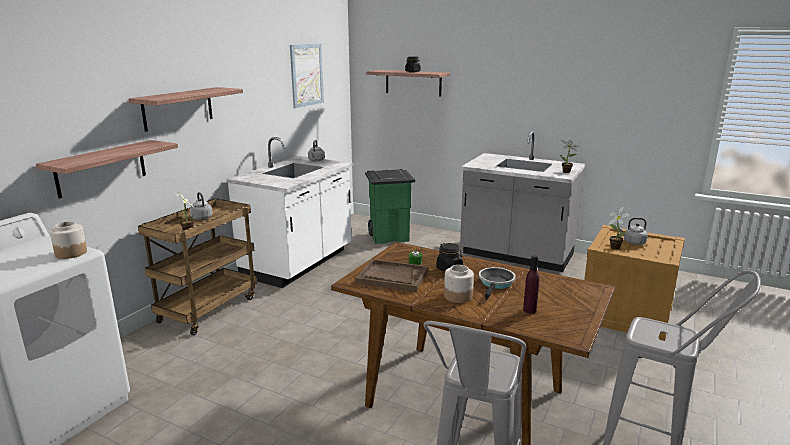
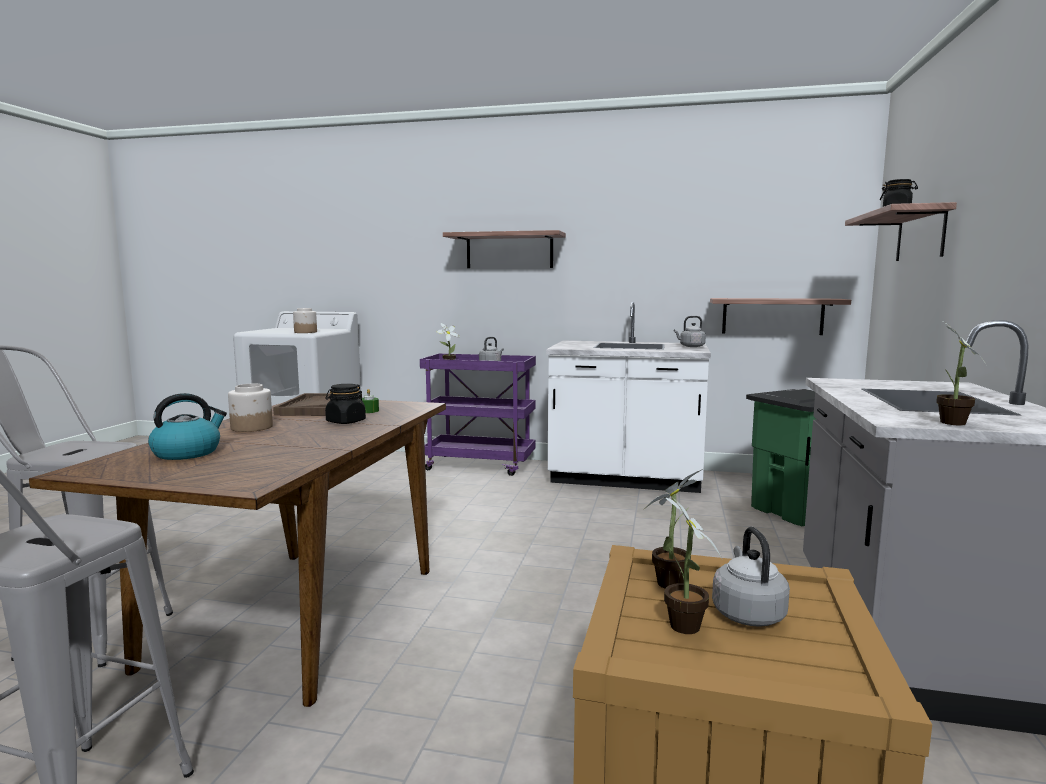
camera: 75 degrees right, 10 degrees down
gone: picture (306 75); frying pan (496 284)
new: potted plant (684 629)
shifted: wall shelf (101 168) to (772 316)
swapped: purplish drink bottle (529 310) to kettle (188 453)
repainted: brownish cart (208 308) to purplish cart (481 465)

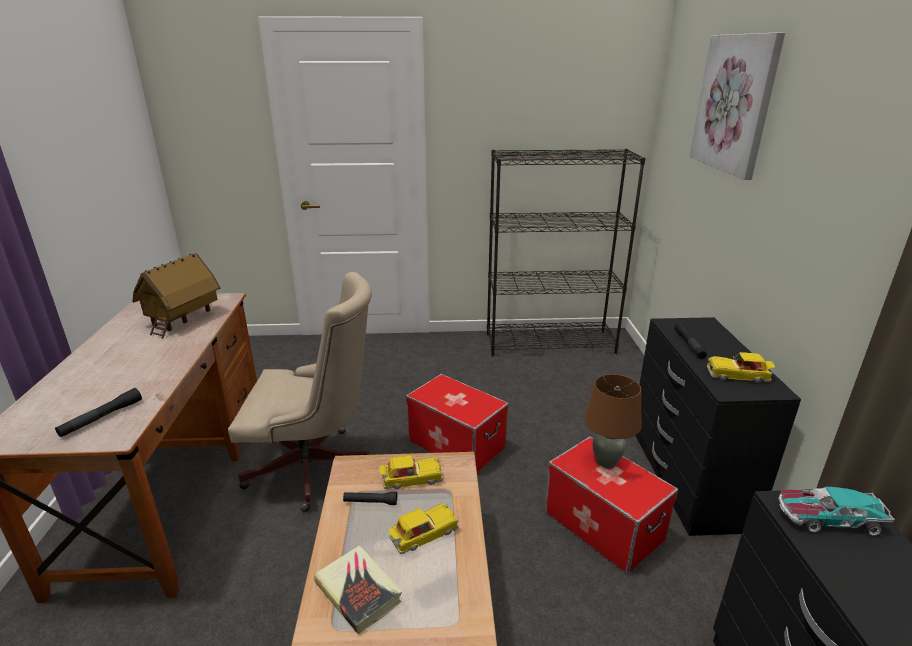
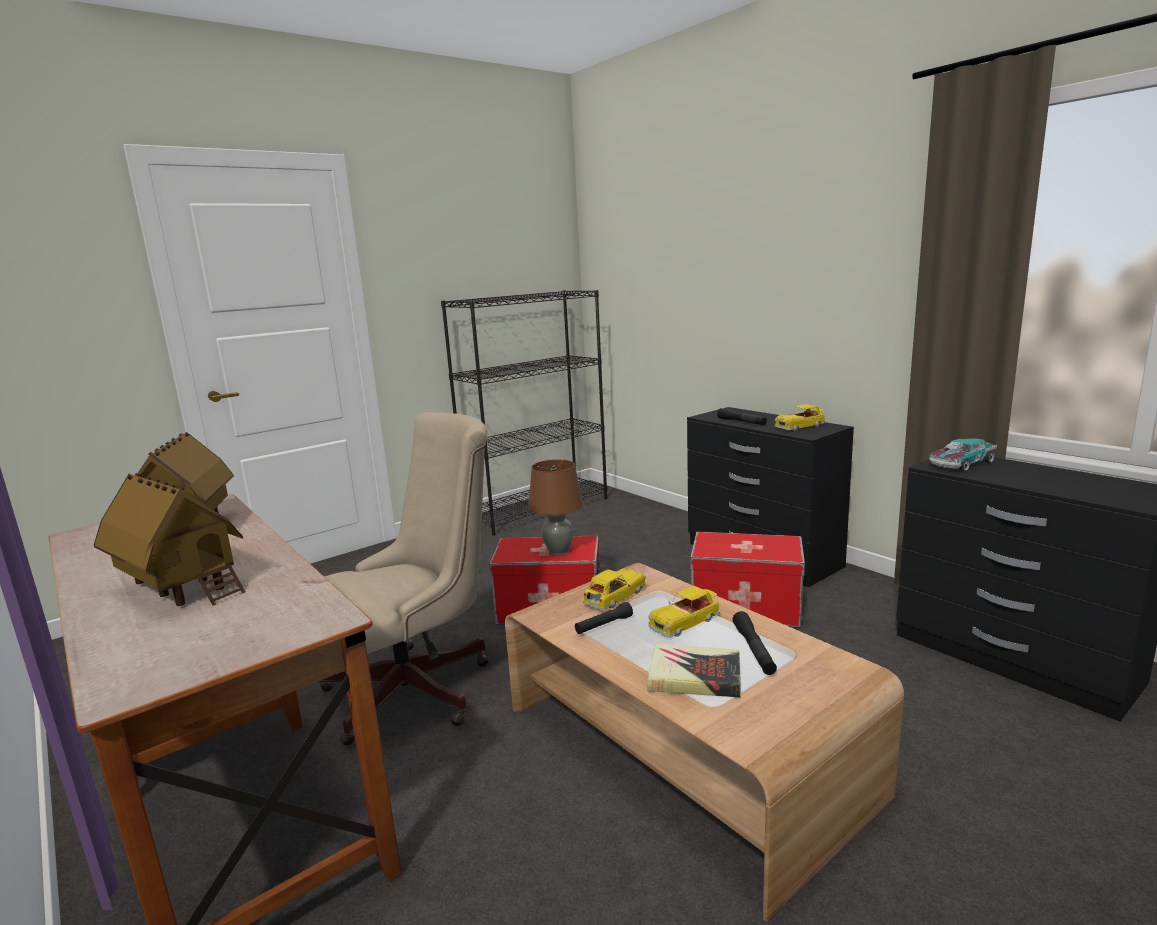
camera: 35 degrees left, 10 degrees down
gone: picture (735 103)
new: model house (181 587)
shifted: brownish lamp for a table (606 461) to (558 551); black hand torch (102 418) to (754 650)
rotated: toy car (423 535) = (685 622) 150 degrees counterclockwise

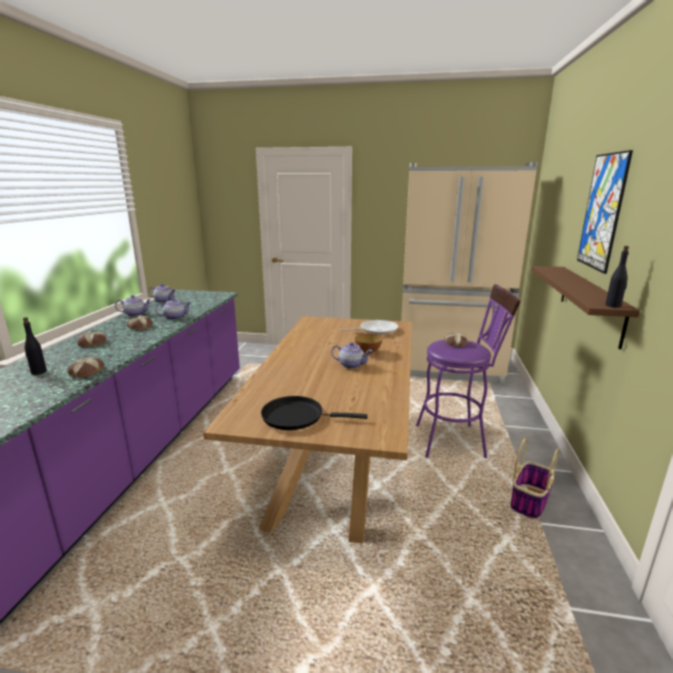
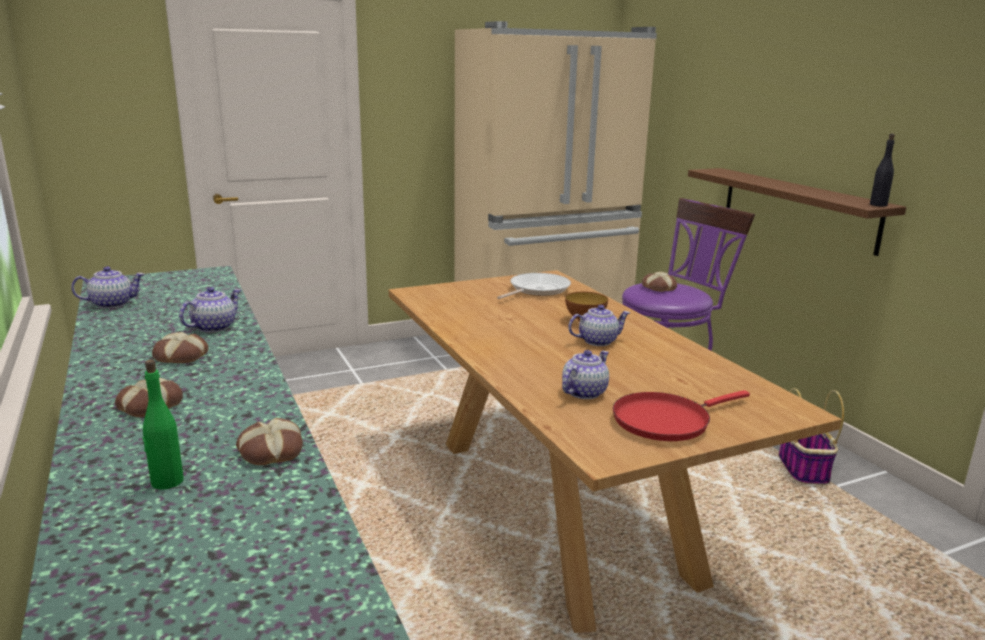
camera: 35 degrees left, 0 degrees up
gone: picture (602 212)
shifted: tea pot (135 314) to (584 392)
repainted: black drink bottle (38 372) to greenish drink bottle (167 482); black frying pan (297 416) to red frying pan (665 420)

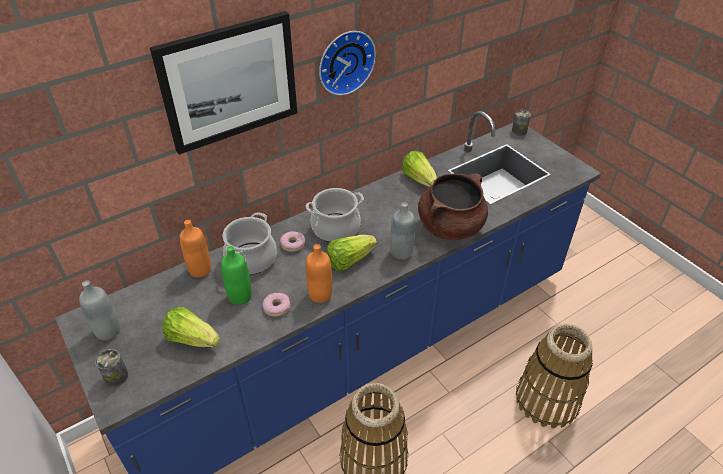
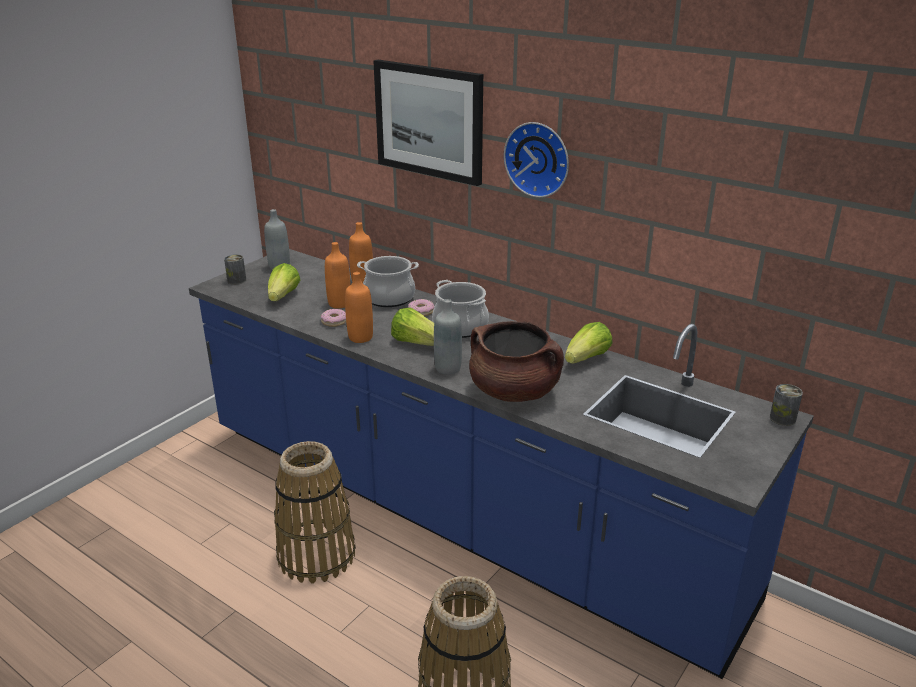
camera: 70 degrees right, 15 degrees down
repainted: greenish drink bottle (240 296) to orange-coloured drink bottle (339 304)

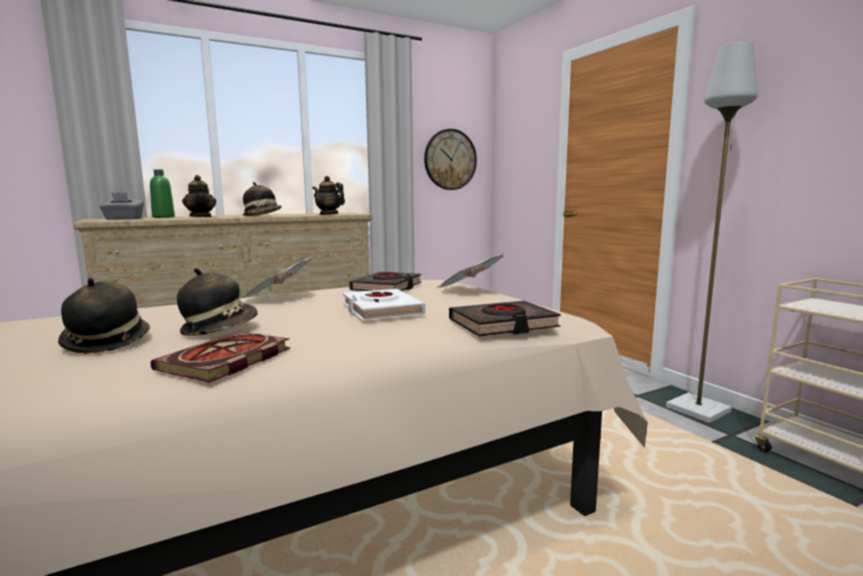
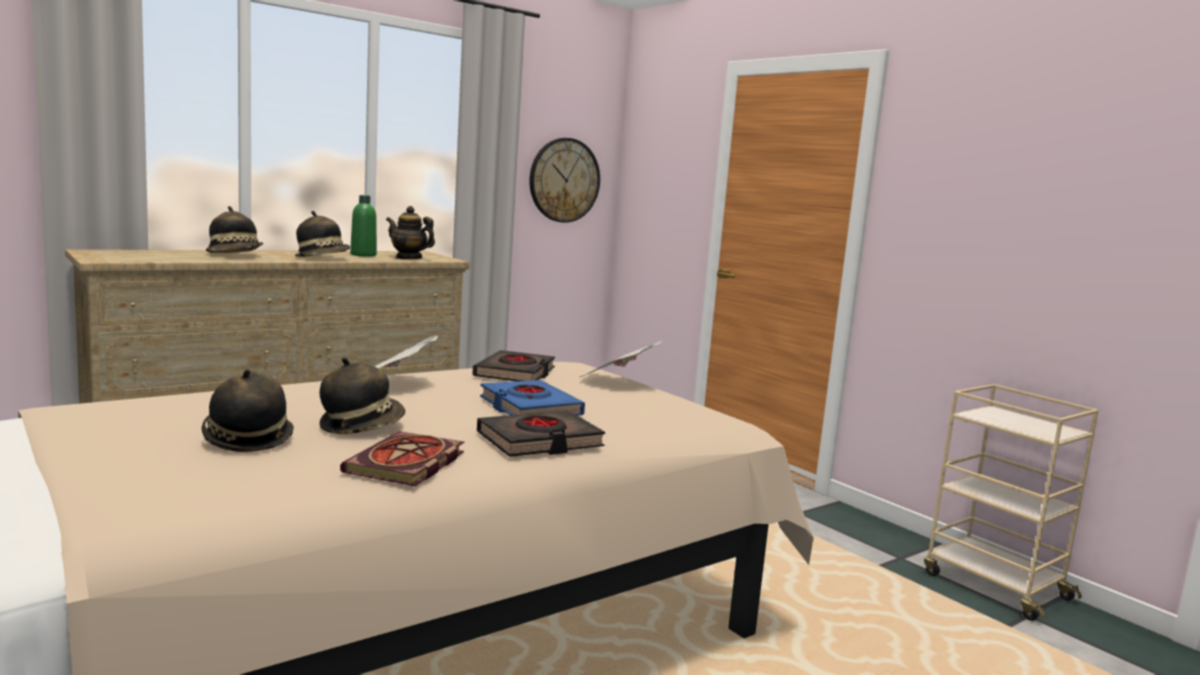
camera: 10 degrees left, 0 degrees up
gone: grey floor lamp (699 409); grey box of tissues (123 219)
shifted: greenish drink bottle (163 217) to (363 255); black volume (503 325) to (540 441)
swapped: tea pot (201 217) to hat (236 255)
repainted: white volume (381 310) to blue volume (530 407)

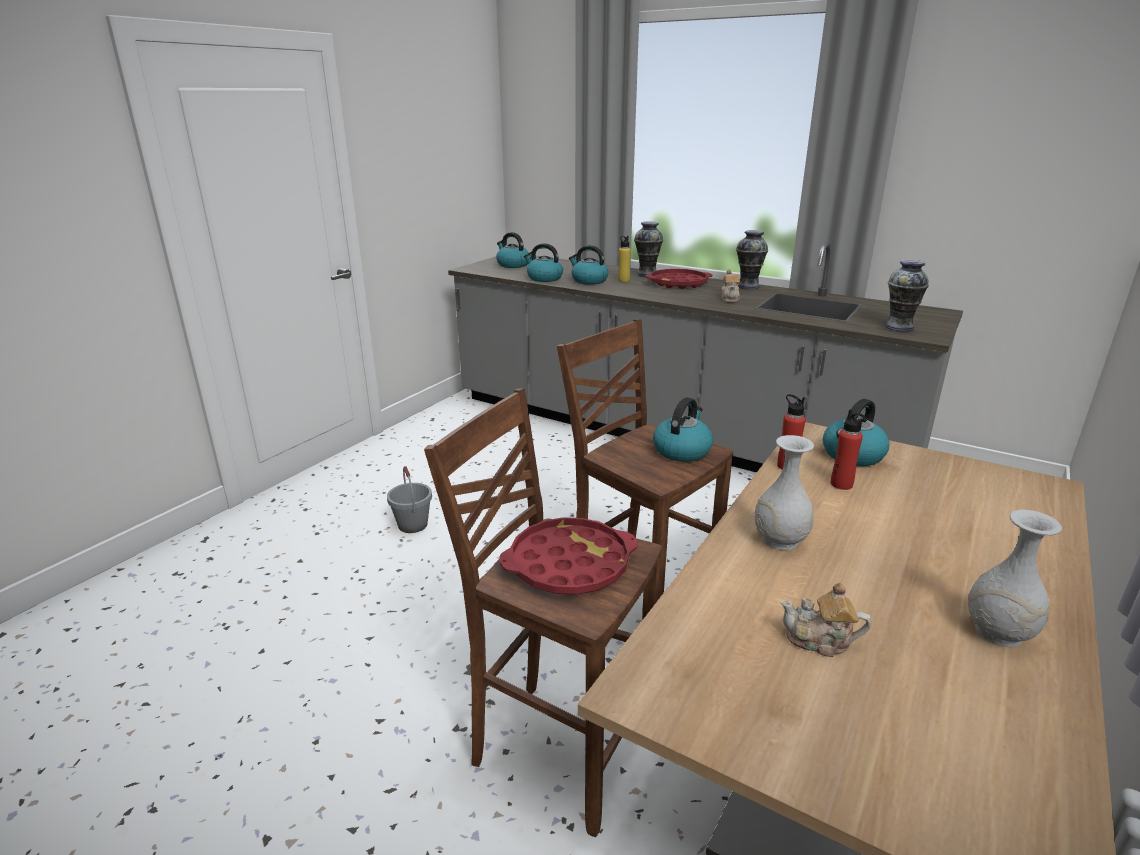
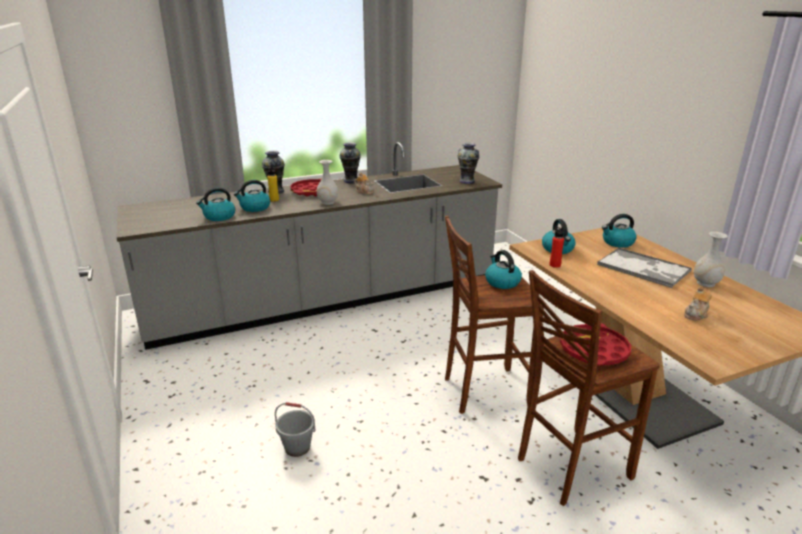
camera: 55 degrees left, 0 degrees up
gone: red drink bottle (841 484)
new: serving tray (644 268)
shifted: kettle (512 265) to (617 243); white decorative vase (780 540) to (327 202)

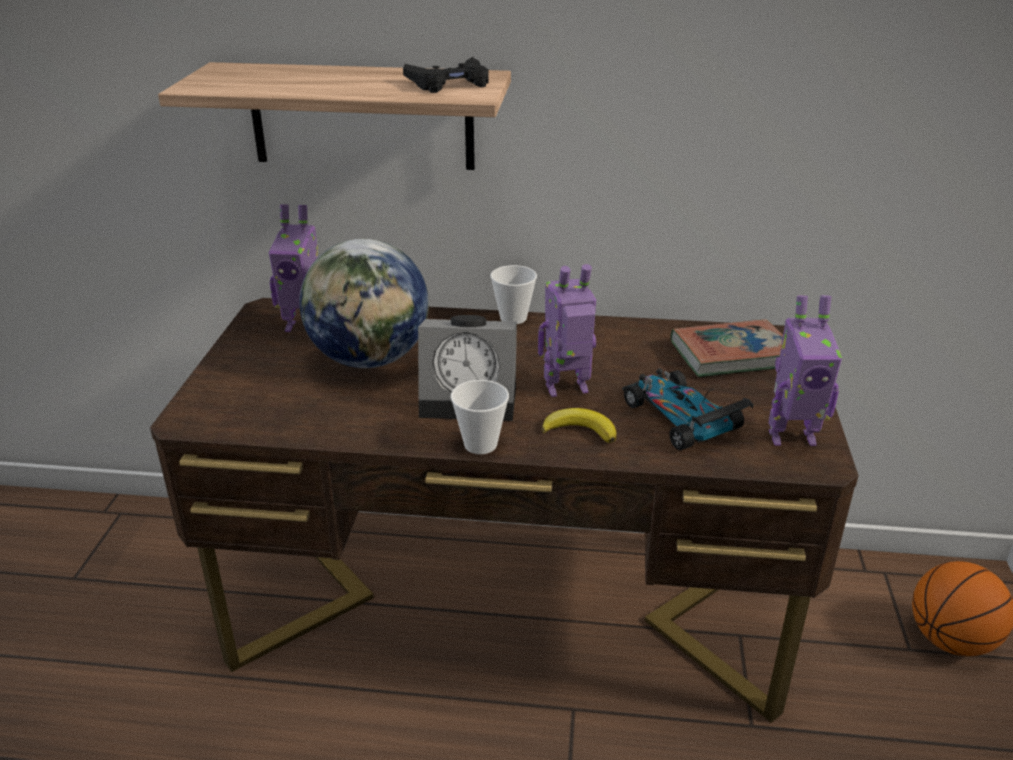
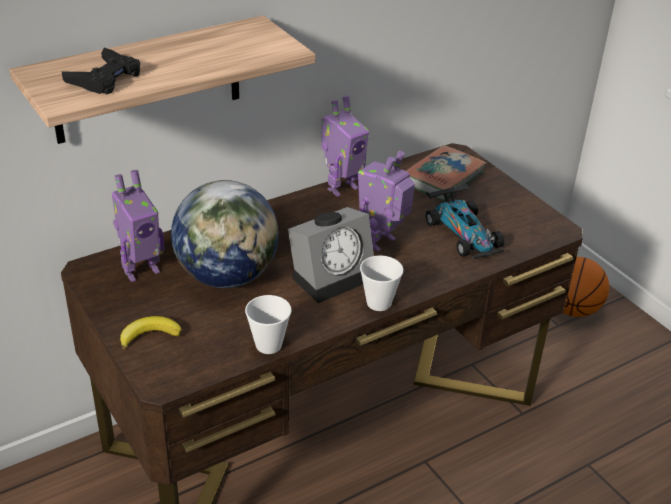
camera: 40 degrees left, 5 degrees up
shifted: black joypad (449 83) to (105 78); drinking cup (513 318) to (268 345); toy robot (791 436) to (341 188); banana fruit (580 430) to (149 335)
rotated: toy car (680 418) = (464 233) 135 degrees counterclockwise

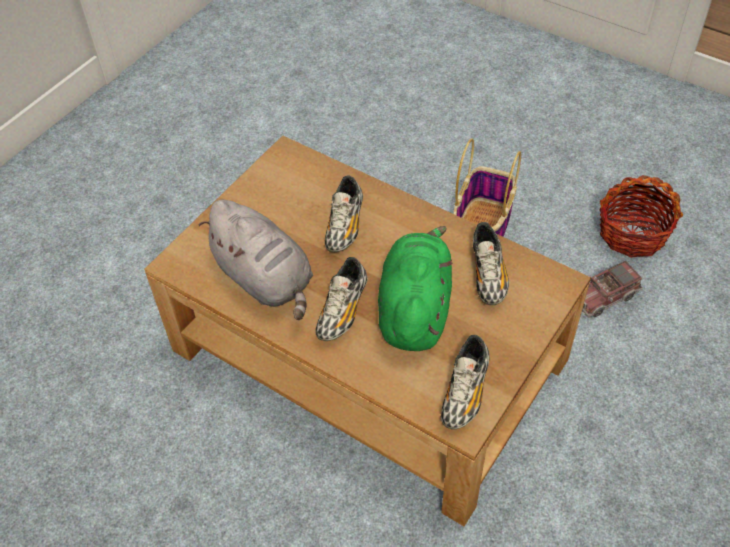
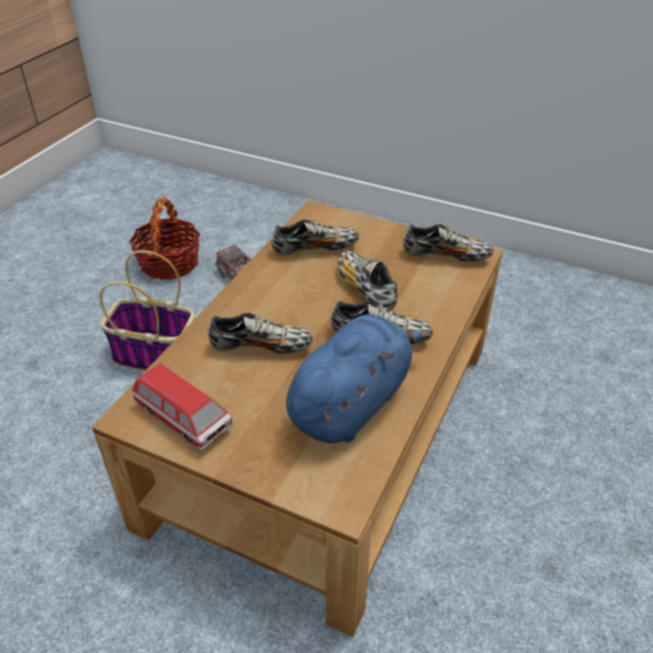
camera: 100 degrees left, 10 degrees down
new: toy car (183 418)
swapped: greenish cuddly toy (414 309) to item of footwear (365 289)
repainted: grey cuddly toy (265 279) to blue cuddly toy (352 402)

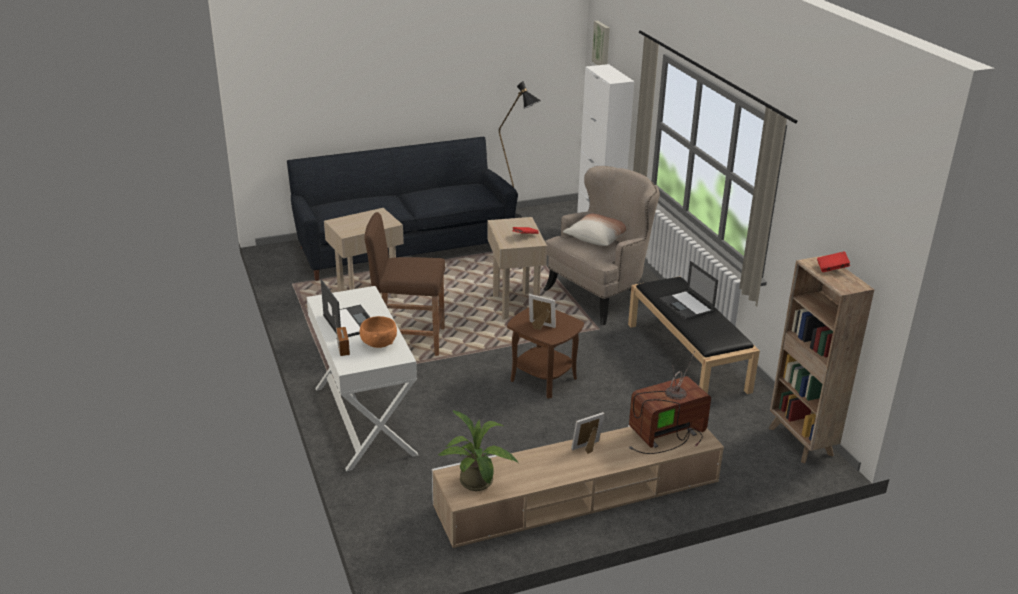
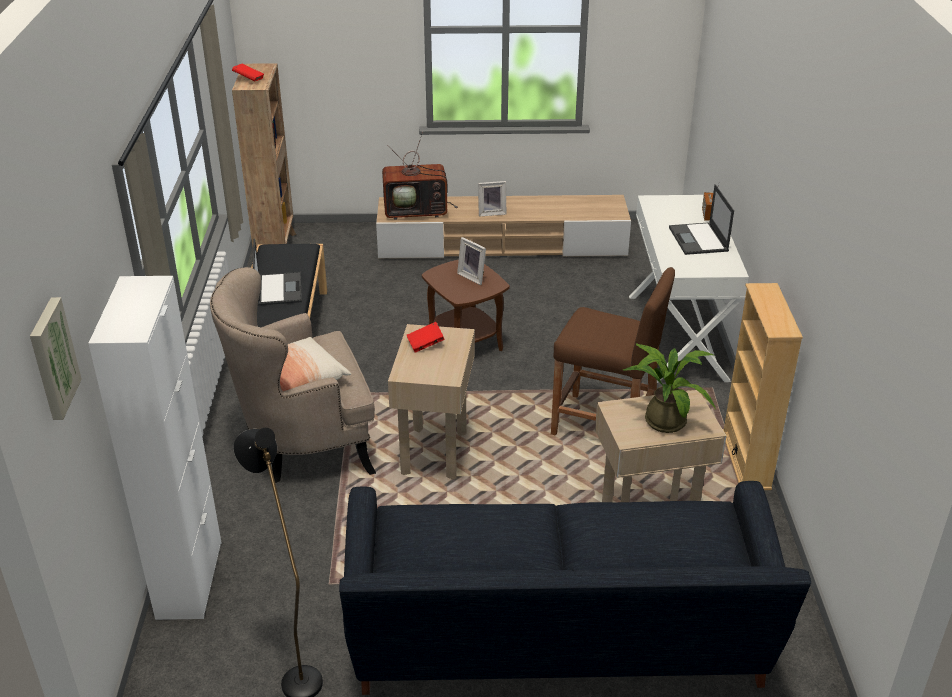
camera: 160 degrees left, 5 degrees up
gone: orange-coloured bowl (378 343)
new: sand-coloured bookcase (746 460)
shifted: potted plant (478 484) to (663 418)

